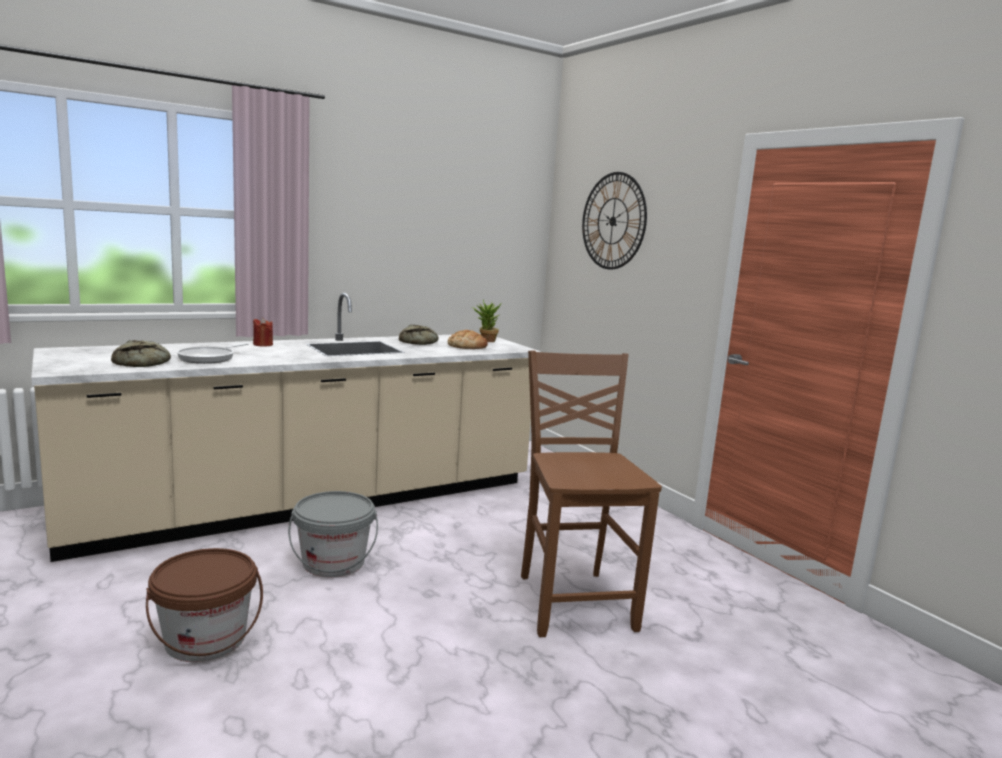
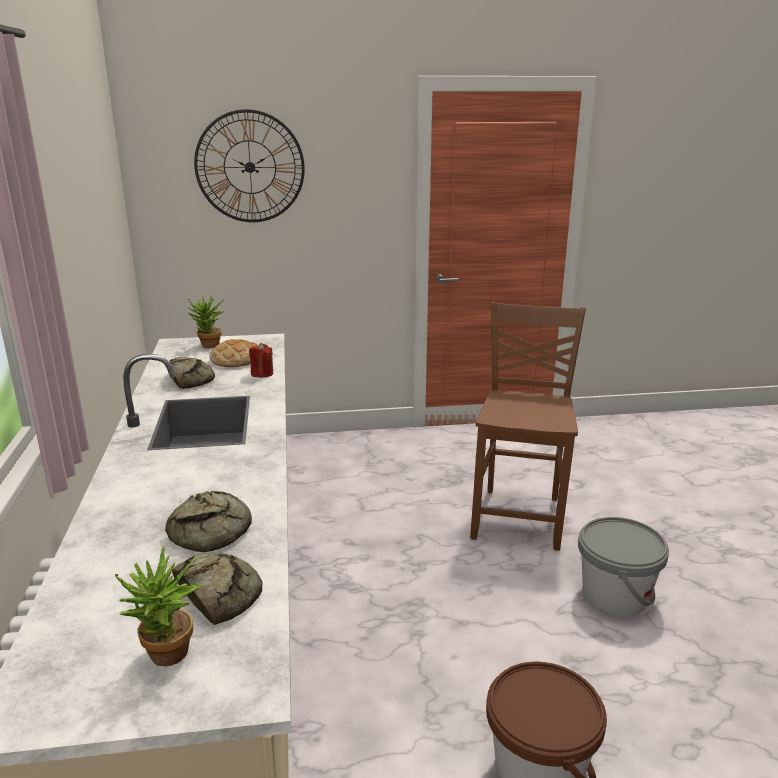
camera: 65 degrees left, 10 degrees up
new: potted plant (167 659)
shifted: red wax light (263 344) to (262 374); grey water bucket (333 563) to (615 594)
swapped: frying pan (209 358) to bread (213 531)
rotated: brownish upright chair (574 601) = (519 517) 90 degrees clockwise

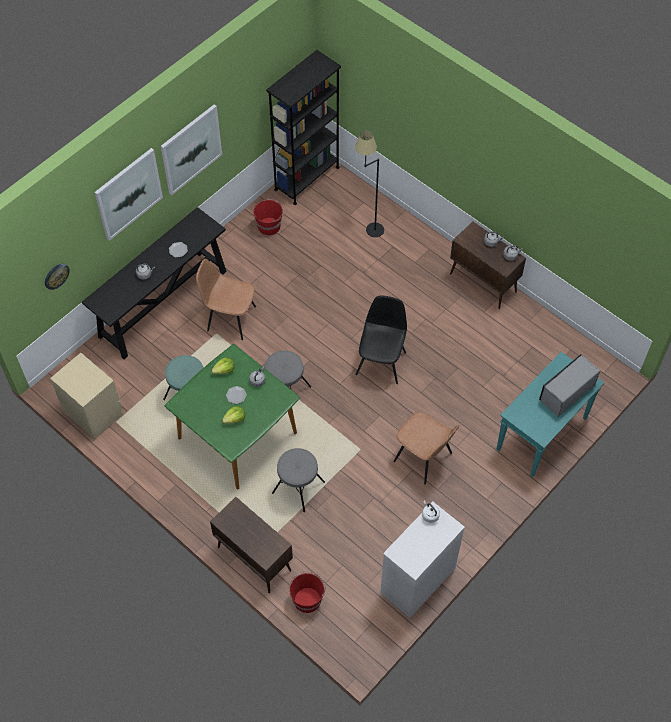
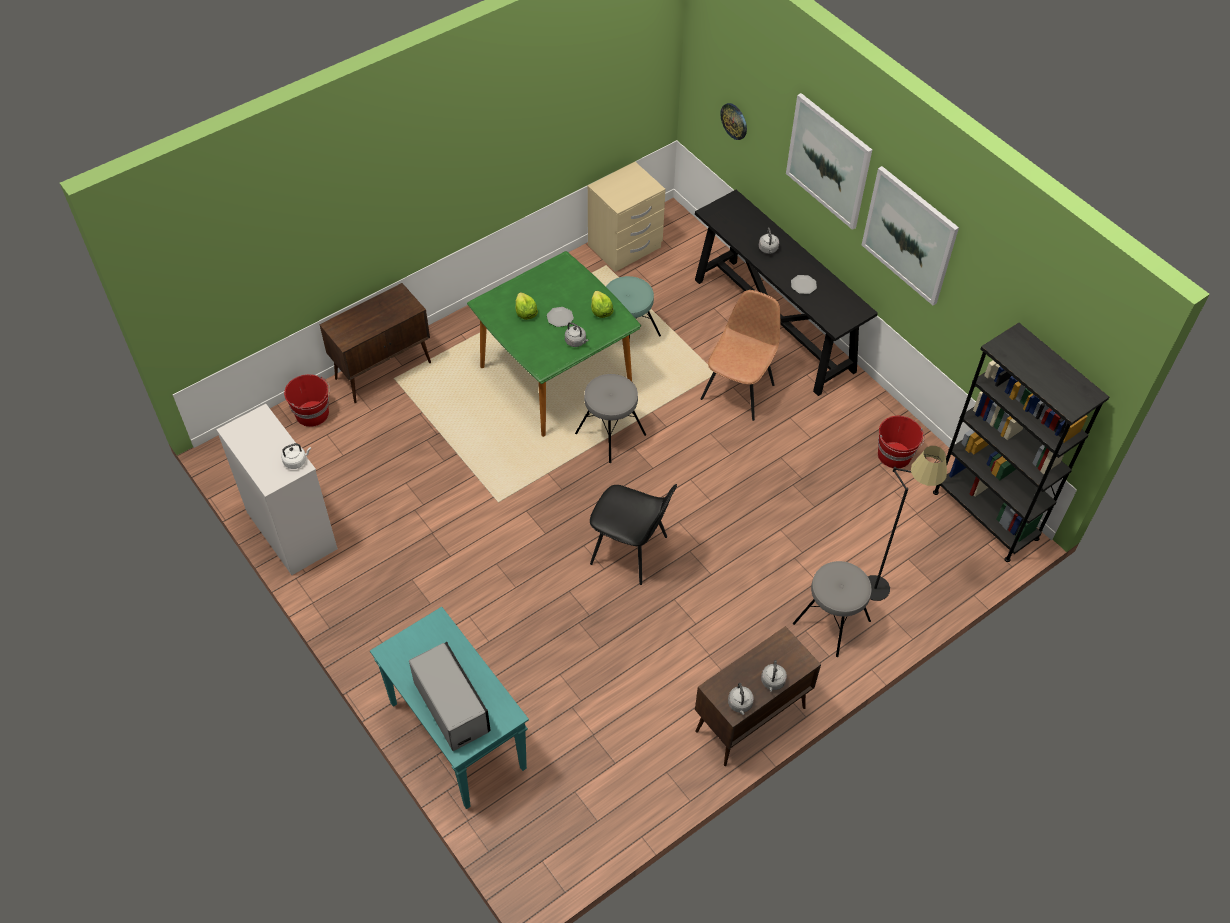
camera: 100 degrees right, 5 degrees down
gone: brownish upright chair (424 458)
shifted: grey sitting stool (298 487) to (832 622)

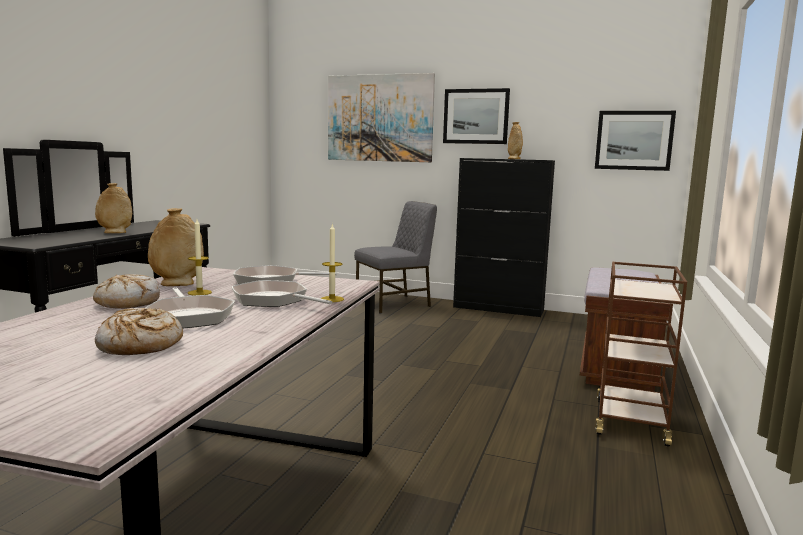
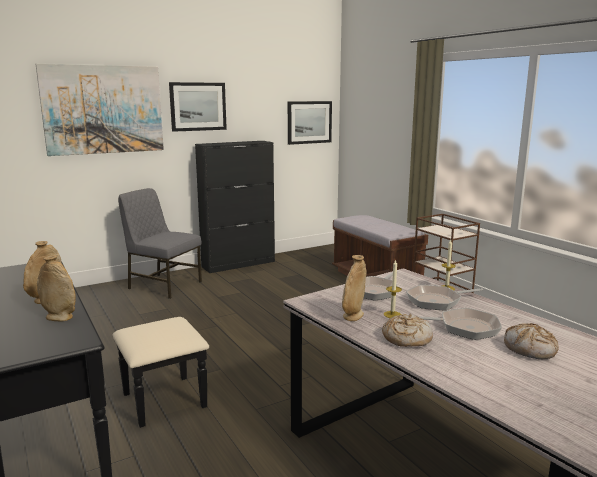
camera: 50 degrees left, 5 degrees up
shifted: sand-coloured decorative vase (514 159) to (59 318)
rotated: grey upright chair (394 303) = (163 285) 75 degrees counterclockwise

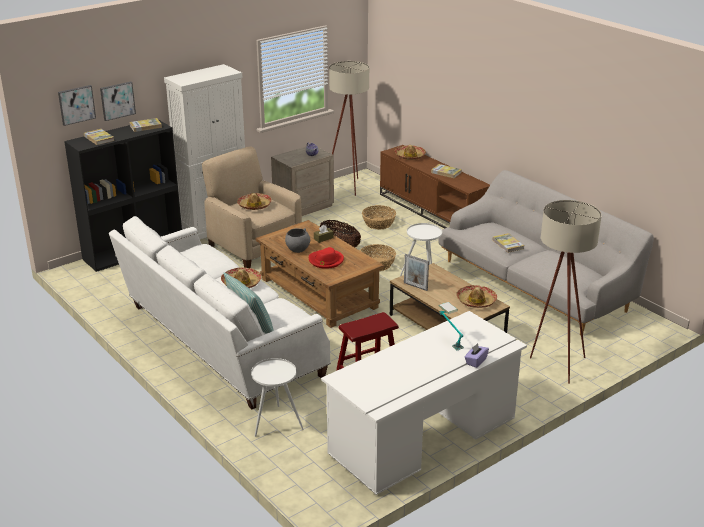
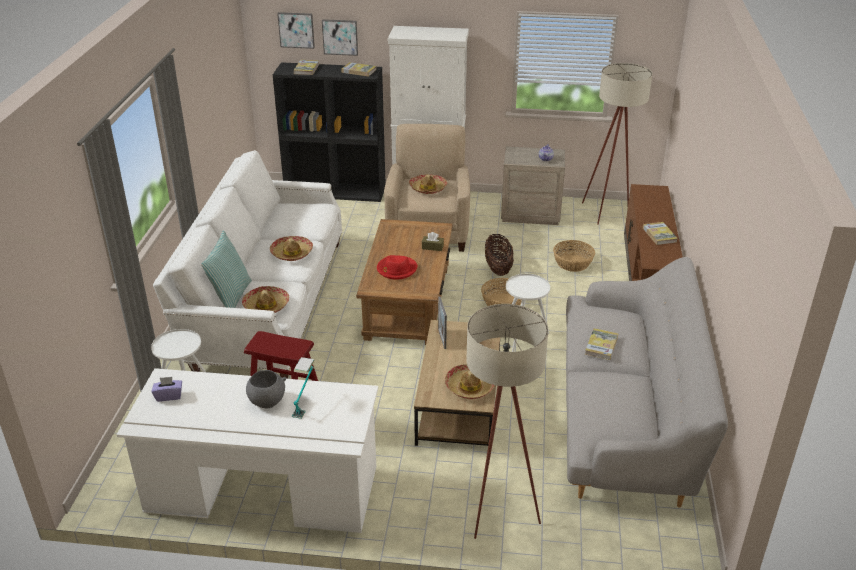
camera: 45 degrees right, 5 degrees up
shifted: hat (409 156) to (266 306); grey bowl (297 249) to (267 401); purplish box of tissues (475 361) to (169 396)

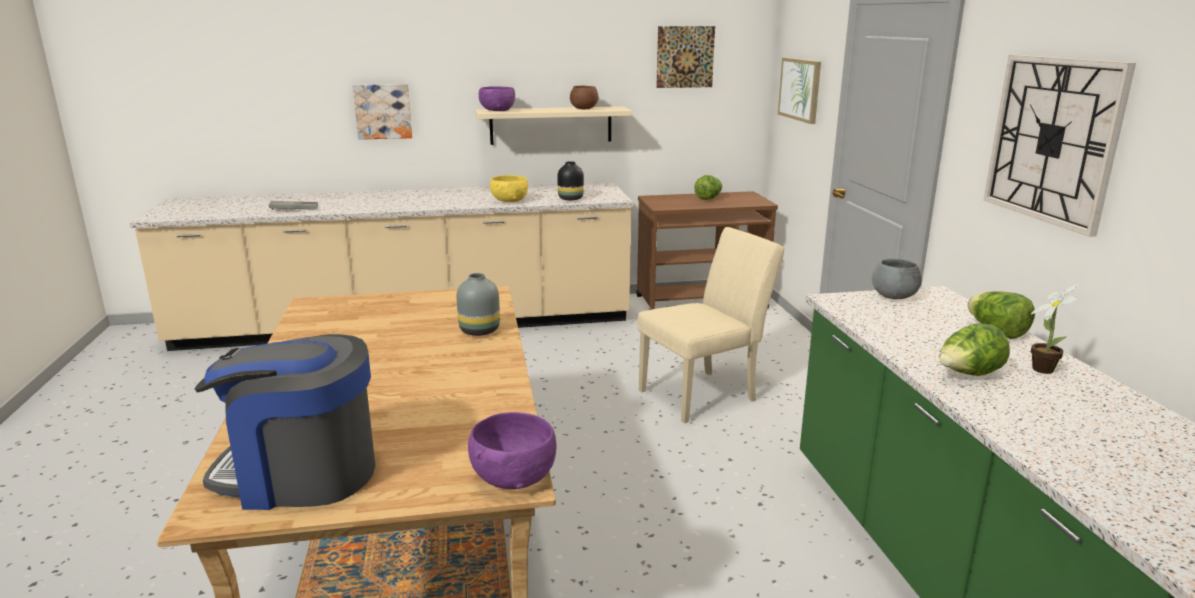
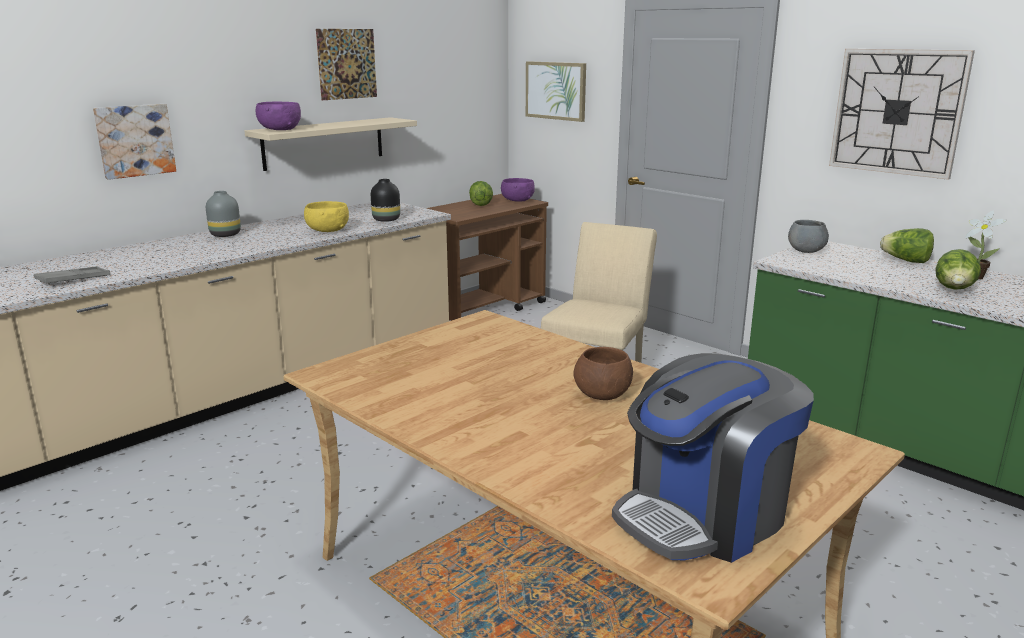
camera: 35 degrees left, 0 degrees up
shifted: picture (685 57) to (347 64); brownish bowl (583 109) to (602 395); grey decorative vase (480 330) to (226 235); purplish bowl (512 477) to (517 200)

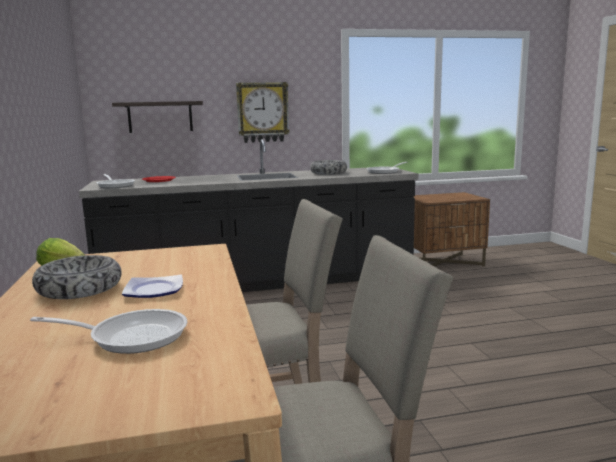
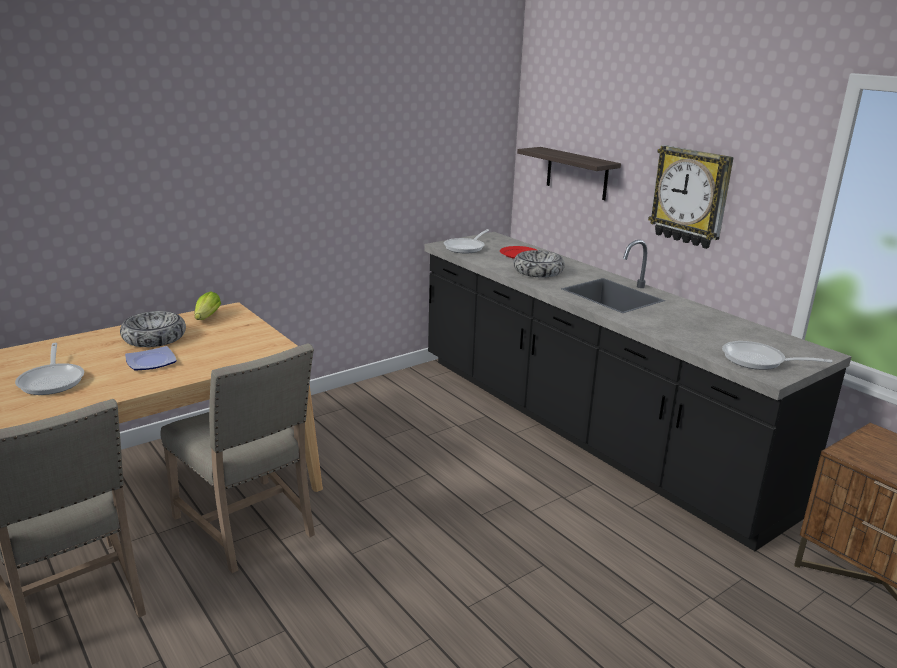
camera: 65 degrees right, 10 degrees up
shifted: bowl (328 173) to (538 271)

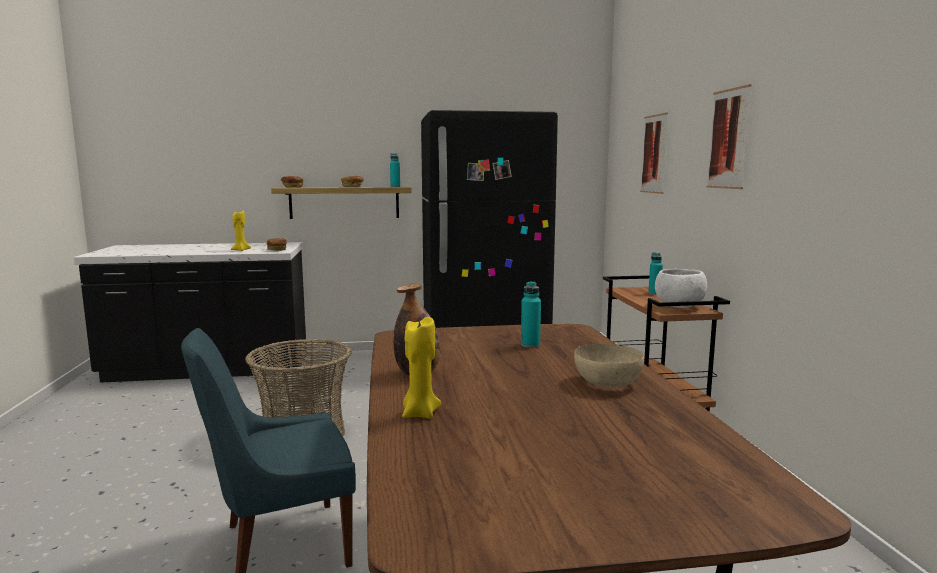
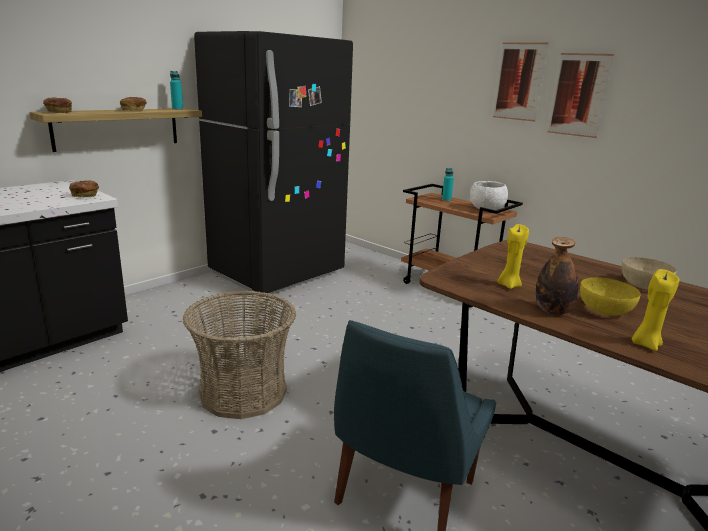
camera: 40 degrees left, 10 degrees up
gone: blue-green drink bottle (530 345)
new: yellowish bowl (605 310)
shifted: picture (654 154) to (579 95); yellowish wax light (240 250) to (508 285)

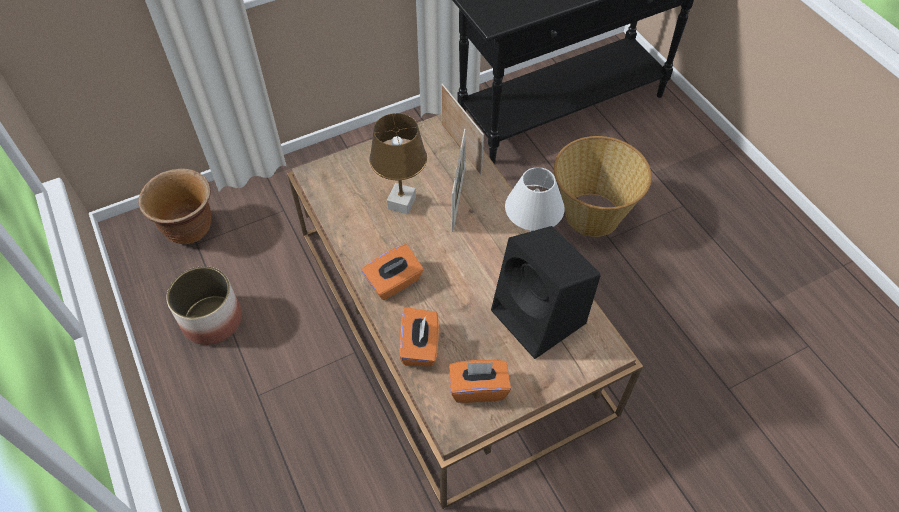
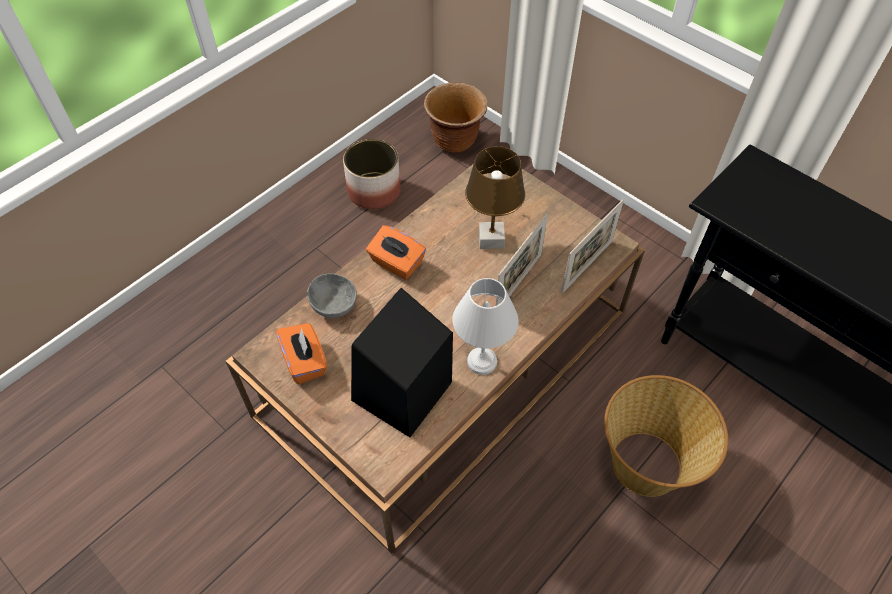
camera: 70 degrees right, 0 degrees up
swapped: orange-coloured box of tissues (420 346) to grey bowl (334 304)
rotated: photo frame (458 199) = (518 283) 45 degrees counterclockwise

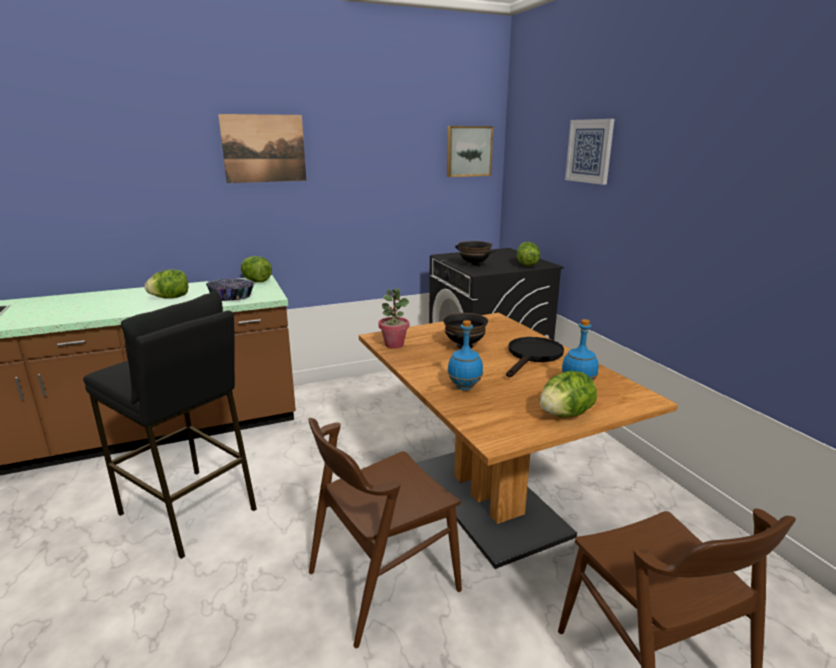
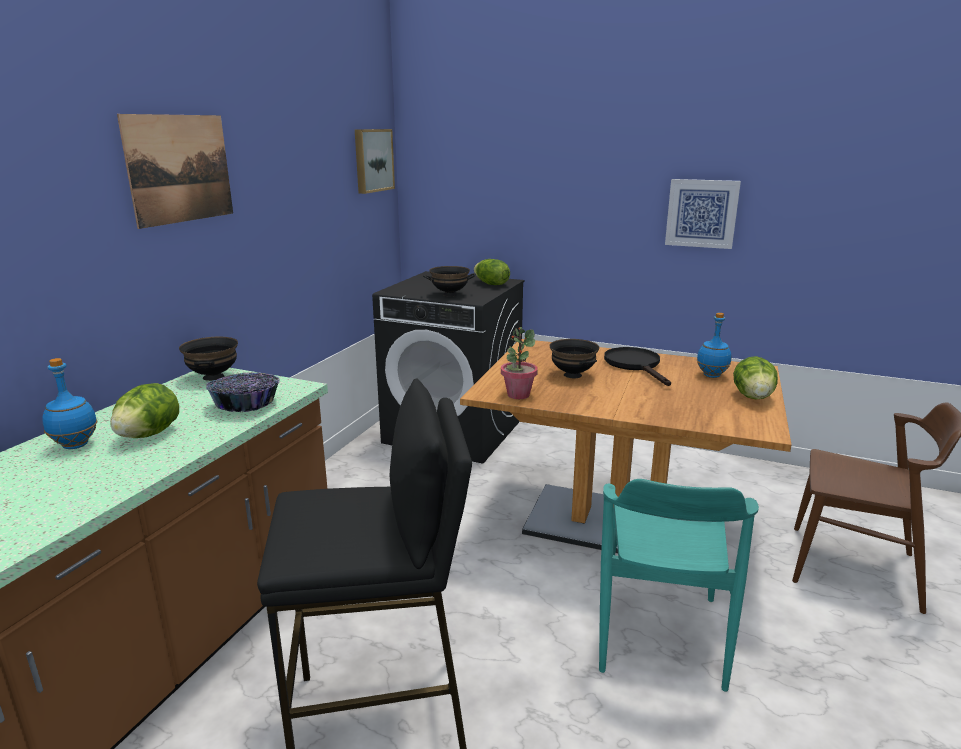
camera: 45 degrees left, 0 degrees up
shifted: picture (590 151) to (701 213); blue drink bottle (465 387) to (76 445)
swapped: head of lettuce (256 281) to black bowl (214 377)
repainted: brownish upright chair (382 581) to blue-green upright chair (658 634)

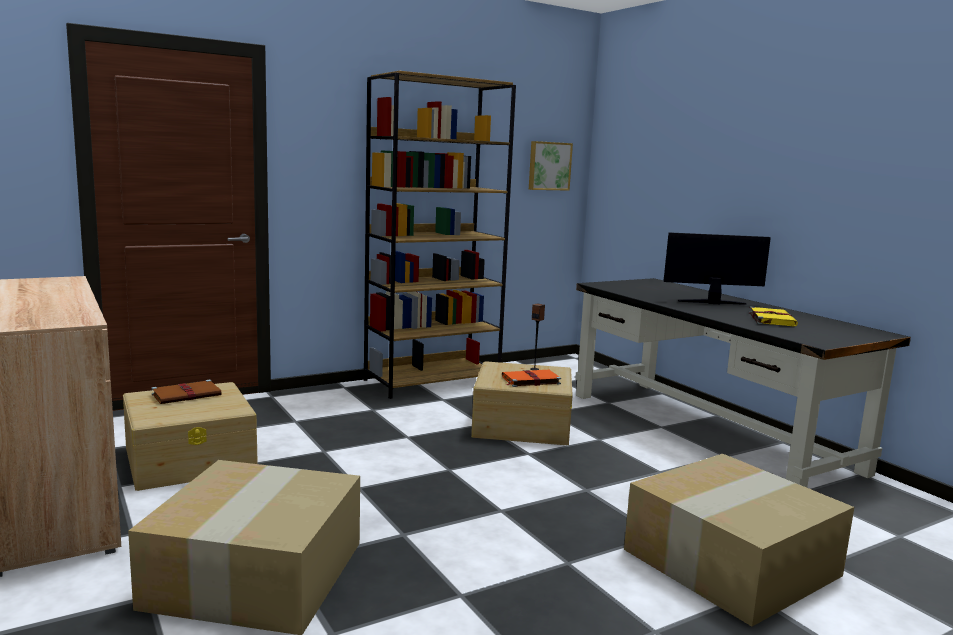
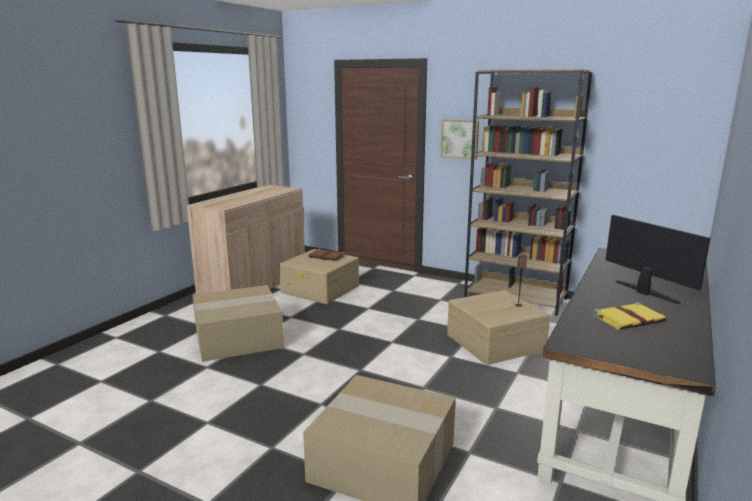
camera: 60 degrees right, 5 degrees up
gone: orange-coloured volume (530 380)
shifted: picture (549 166) to (460 139)

